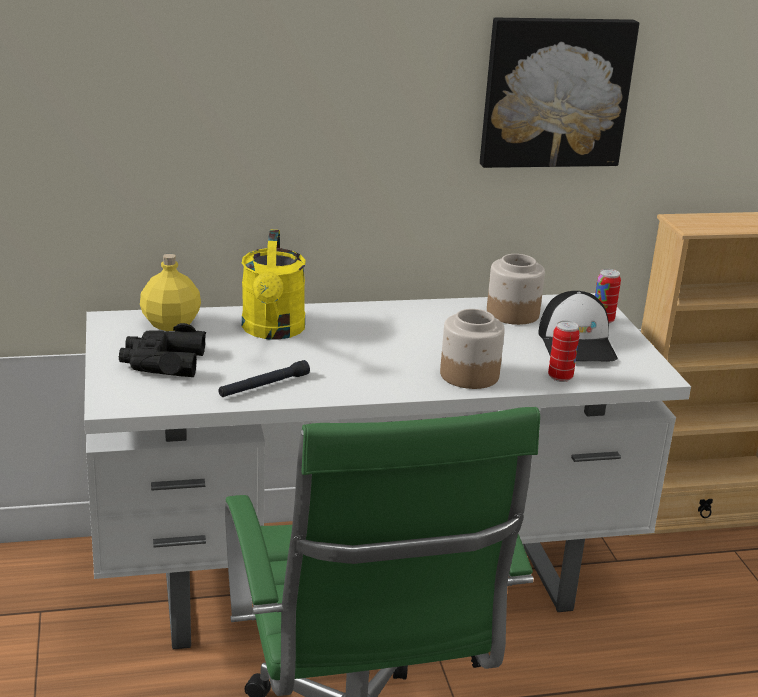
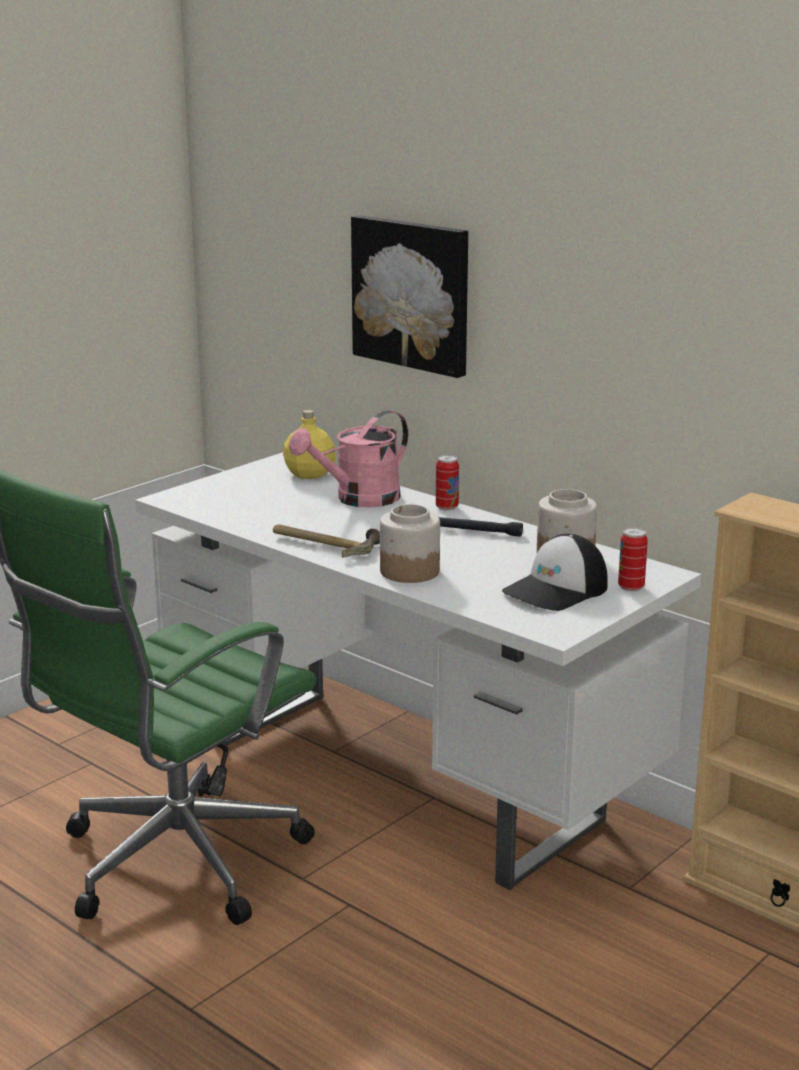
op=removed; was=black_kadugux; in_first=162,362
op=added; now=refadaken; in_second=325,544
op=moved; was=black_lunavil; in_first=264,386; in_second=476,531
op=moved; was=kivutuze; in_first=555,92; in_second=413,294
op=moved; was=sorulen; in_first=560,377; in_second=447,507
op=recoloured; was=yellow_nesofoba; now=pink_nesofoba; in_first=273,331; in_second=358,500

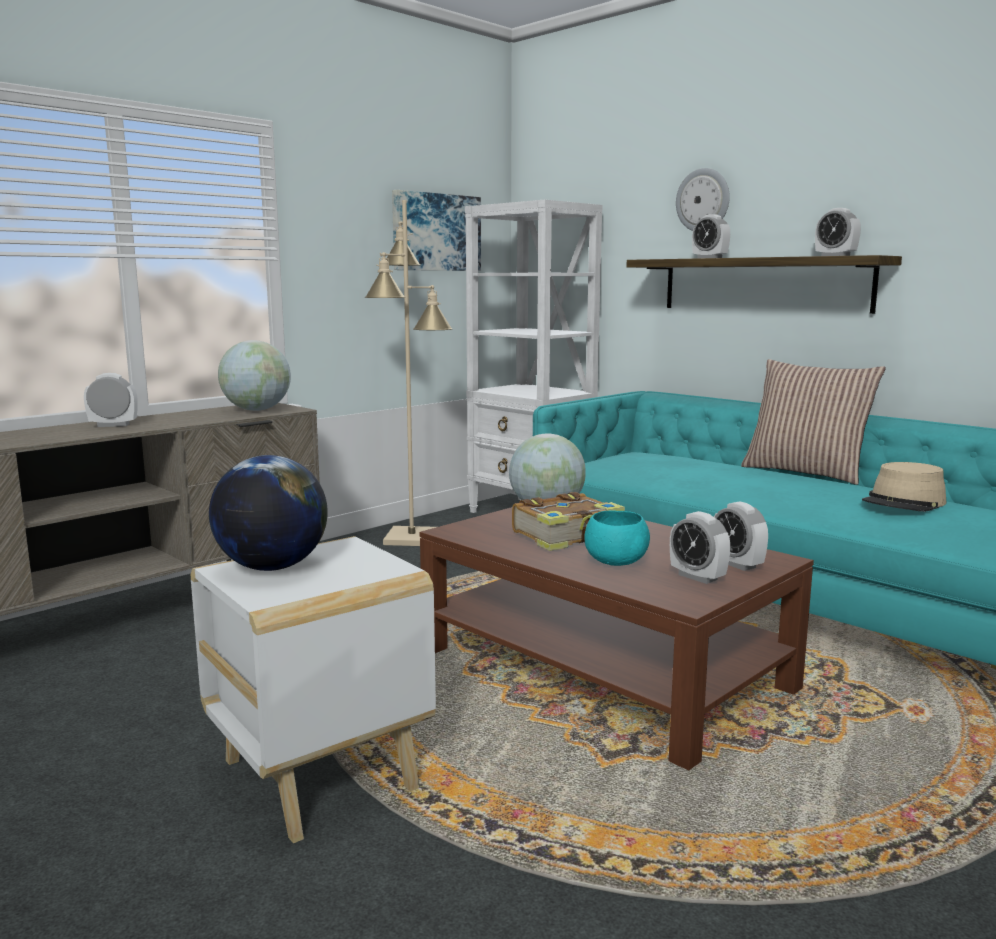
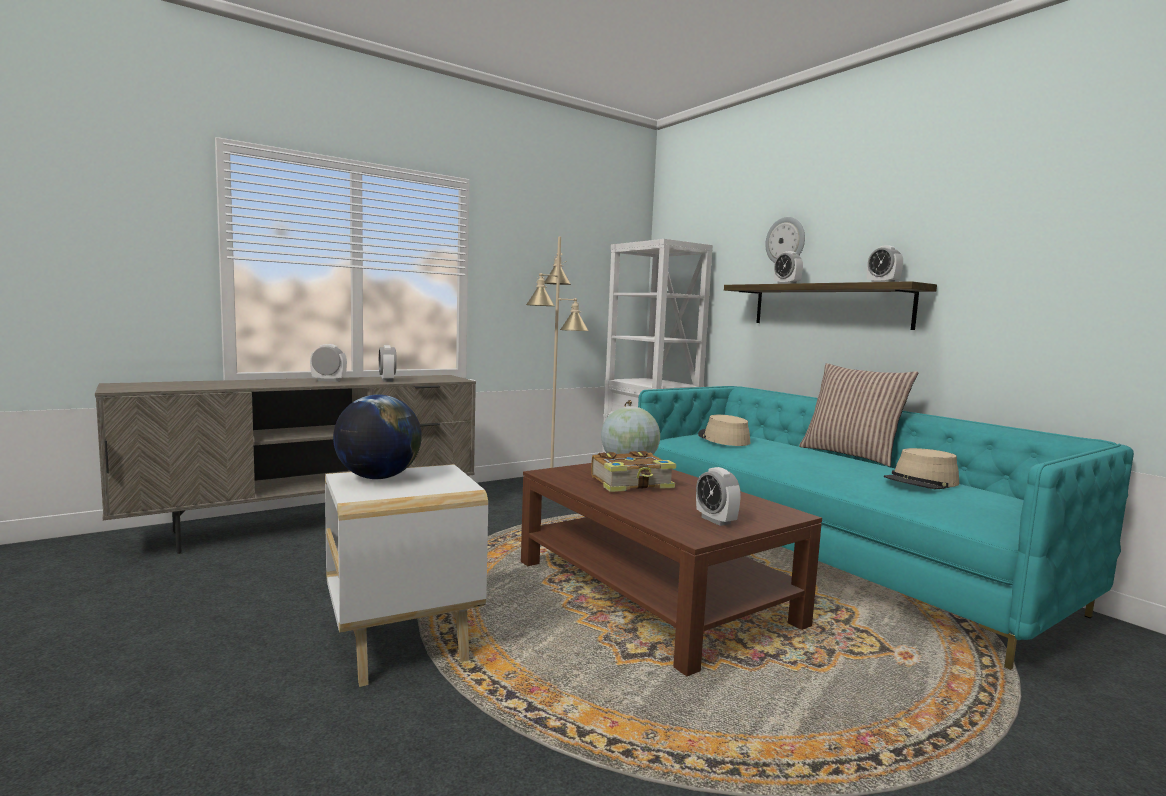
op=removed; was=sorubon; in_first=257,410
op=removed; was=kivutuze; in_first=436,232
op=removed; was=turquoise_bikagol; in_first=615,562
op=added; now=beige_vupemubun; in_second=723,439
op=moved; was=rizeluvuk; in_first=737,564; in_second=387,380

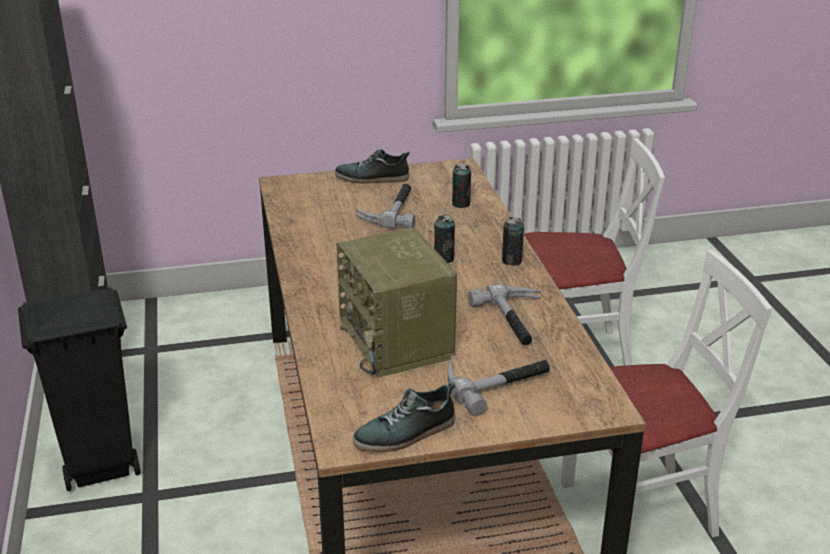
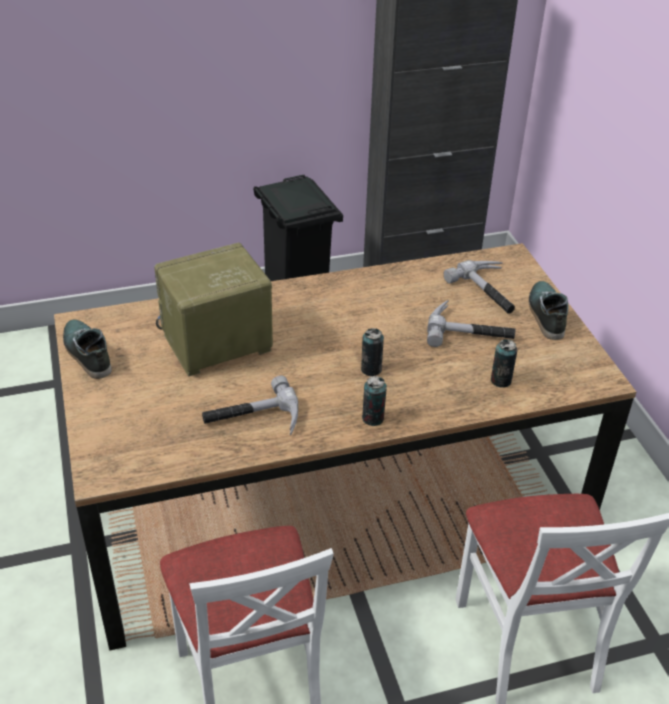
op=moved; was=refadaken; in_first=496,382; in_second=490,291

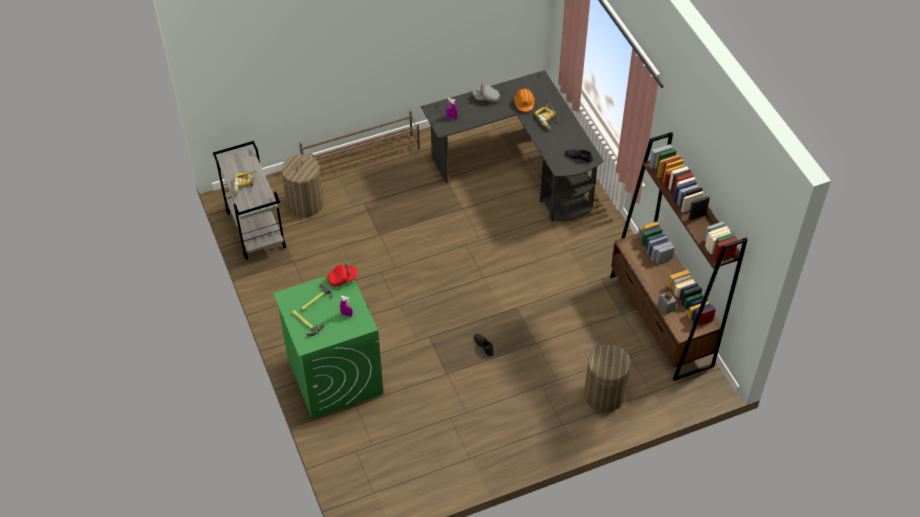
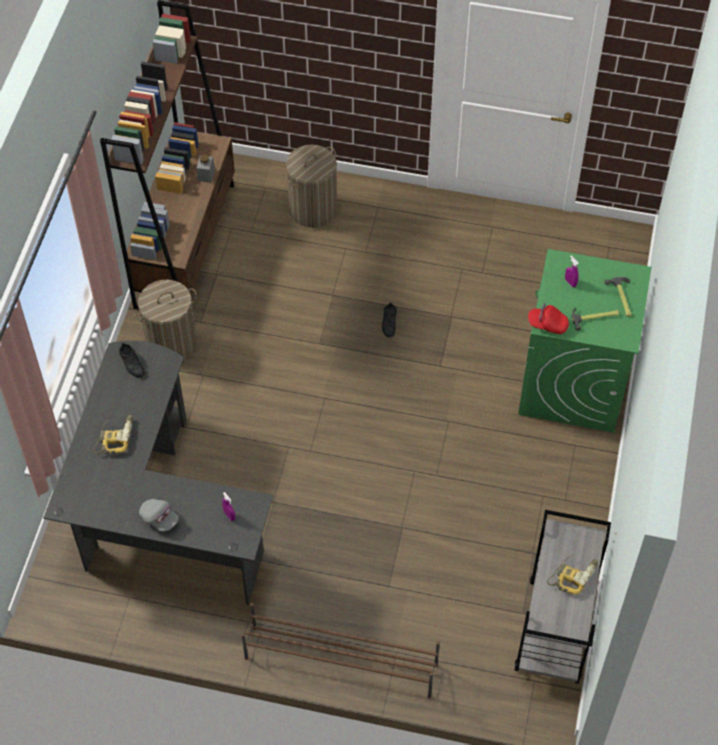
op=removed; was=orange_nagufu; in_first=524,103
op=moved; was=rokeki; in_first=305,204; in_second=172,344

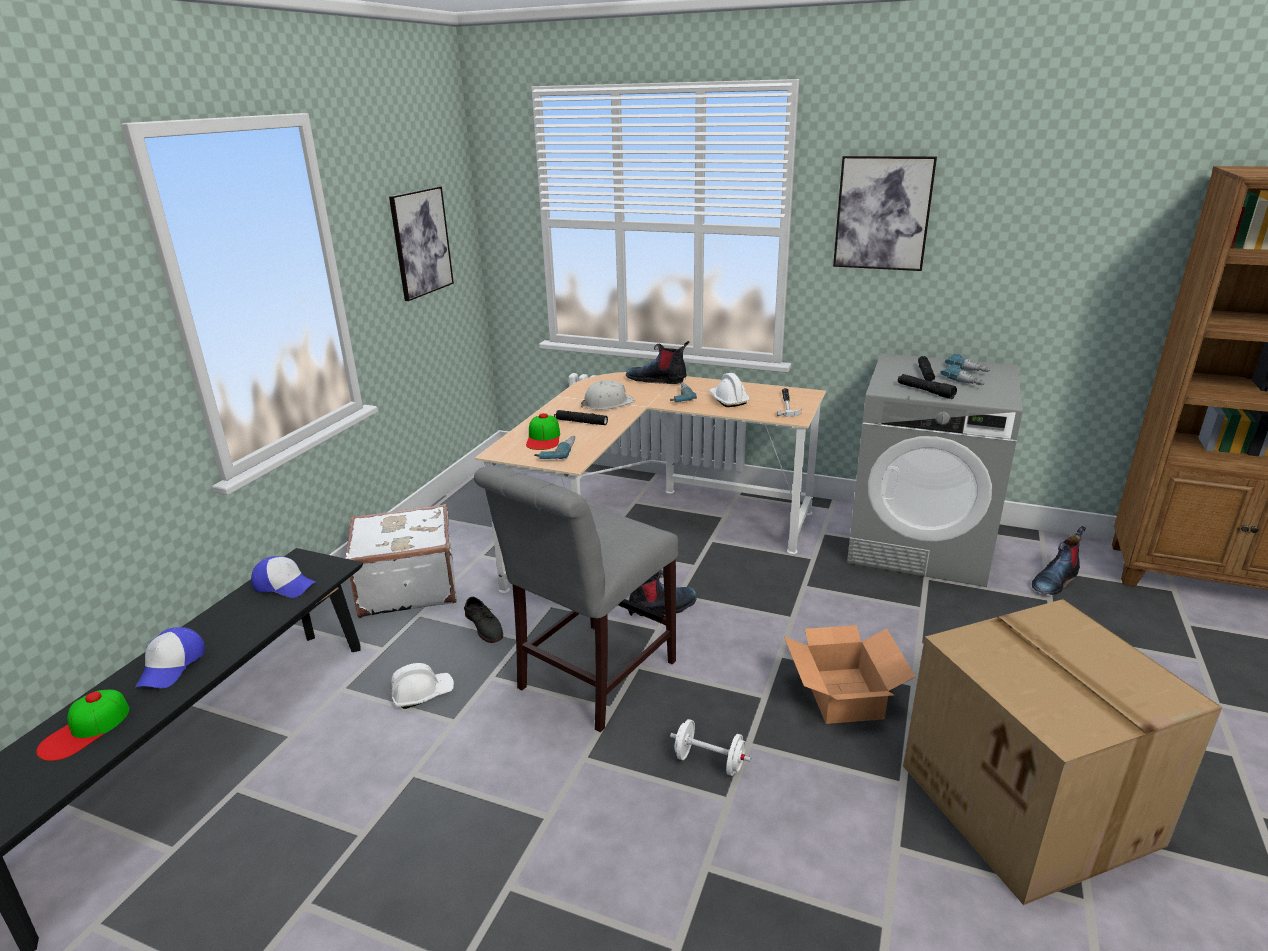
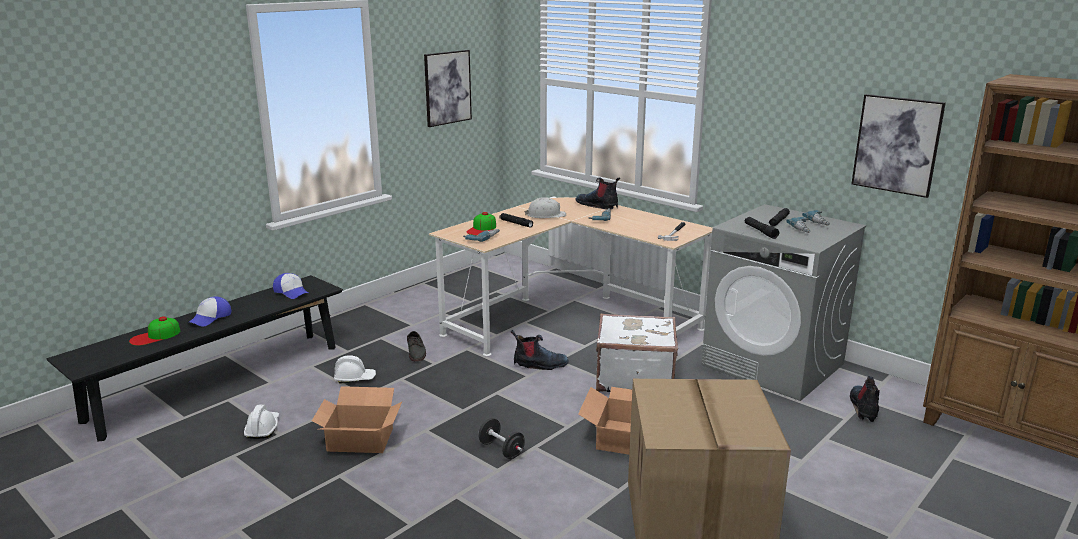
op=removed; was=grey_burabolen; in_first=590,679
op=added; now=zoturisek; in_second=359,439
op=moved; was=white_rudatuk; in_first=407,587; in_second=634,378
op=moved; was=white_nagufu; in_first=728,400; in_second=263,429
op=moved; was=kivutuze; in_first=883,213; in_second=897,145
op=recoloured; was=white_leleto; now=black_leleto; in_first=709,761; in_second=501,450
op=turned; was=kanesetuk; in_first=1054,580; in_second=864,408; clockwise=120

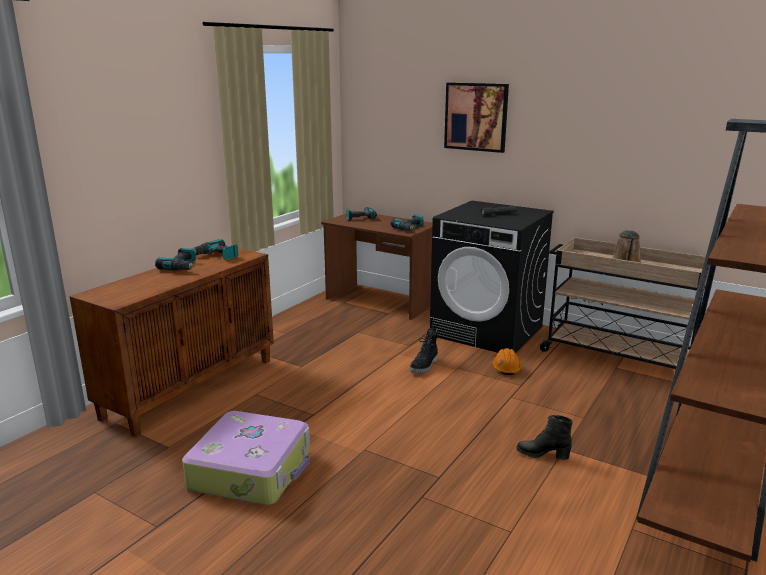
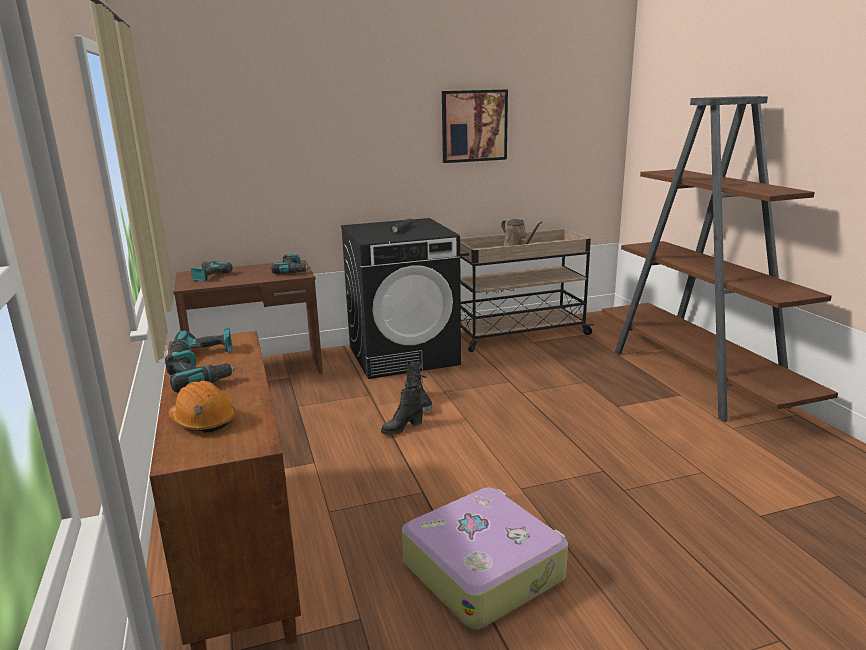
op=moved; was=kivutuze; in_first=476,117; in_second=474,126
op=moved; was=orange_nagufu; in_first=506,368; in_second=203,421
op=moved; was=black_kanesetuk; in_first=542,454; in_second=401,428

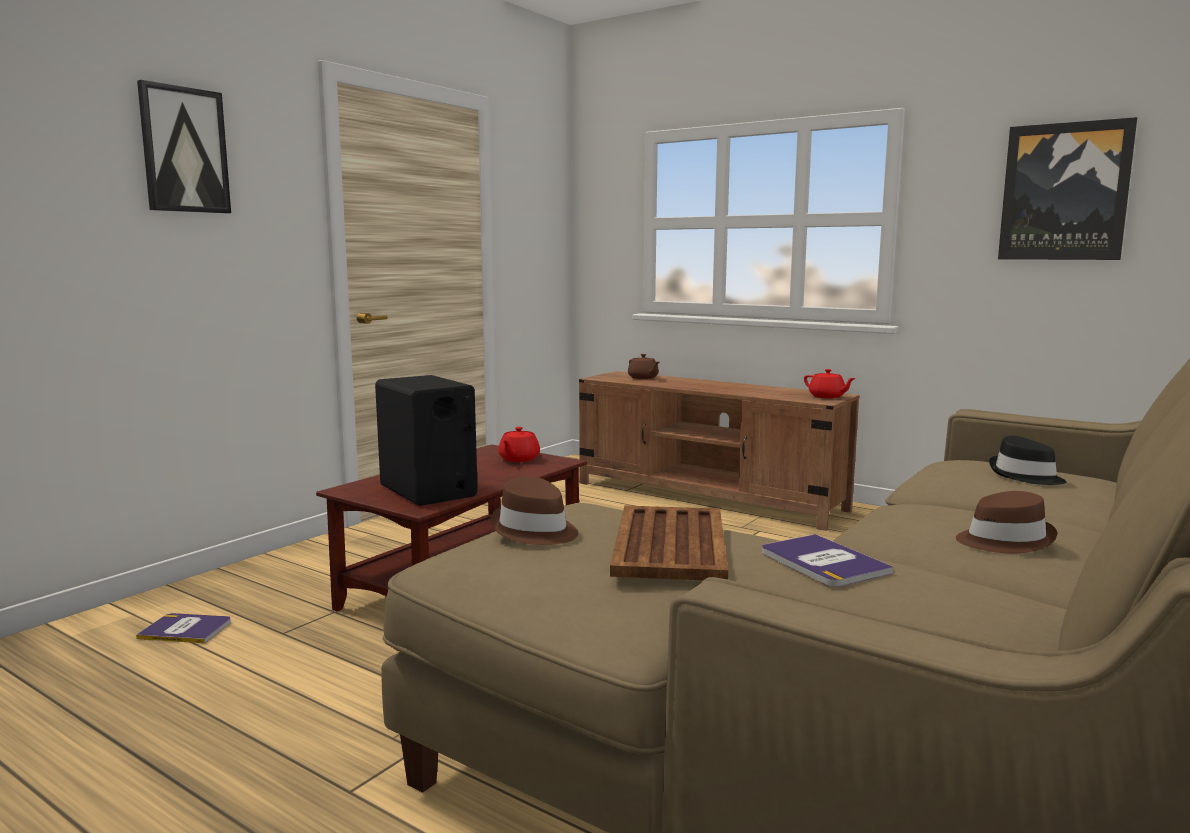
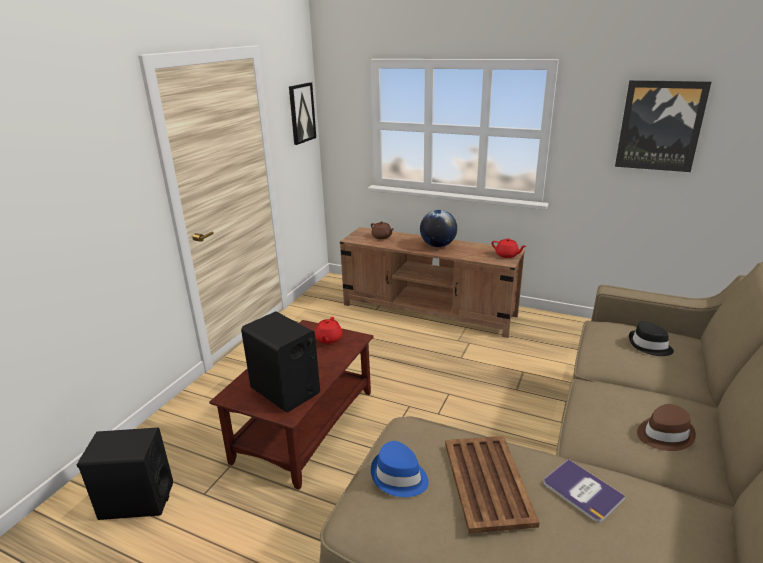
op=added; now=sorubon; in_second=438,246
op=moved; was=kivutuze; in_first=184,150; in_second=301,113
op=replaced; was=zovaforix; now=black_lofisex; in_first=186,629; in_second=136,501
op=recoloured; was=brown_vupemubun; now=blue_vupemubun; in_first=534,530; in_second=399,477

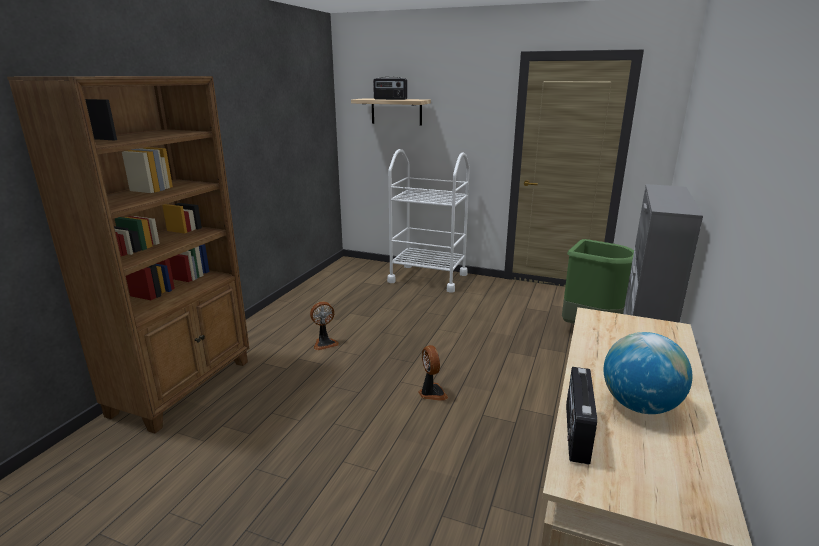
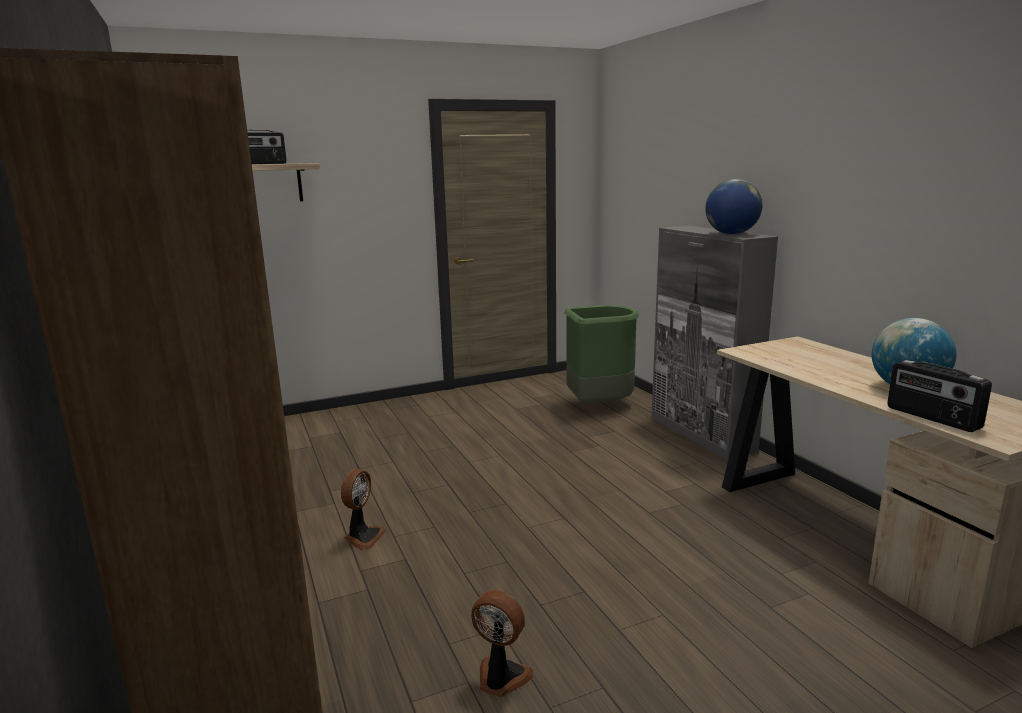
op=removed; was=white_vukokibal; in_first=428,278
op=added; now=sorubon; in_second=731,234
op=moved; was=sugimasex; in_first=431,393; in_second=501,678

